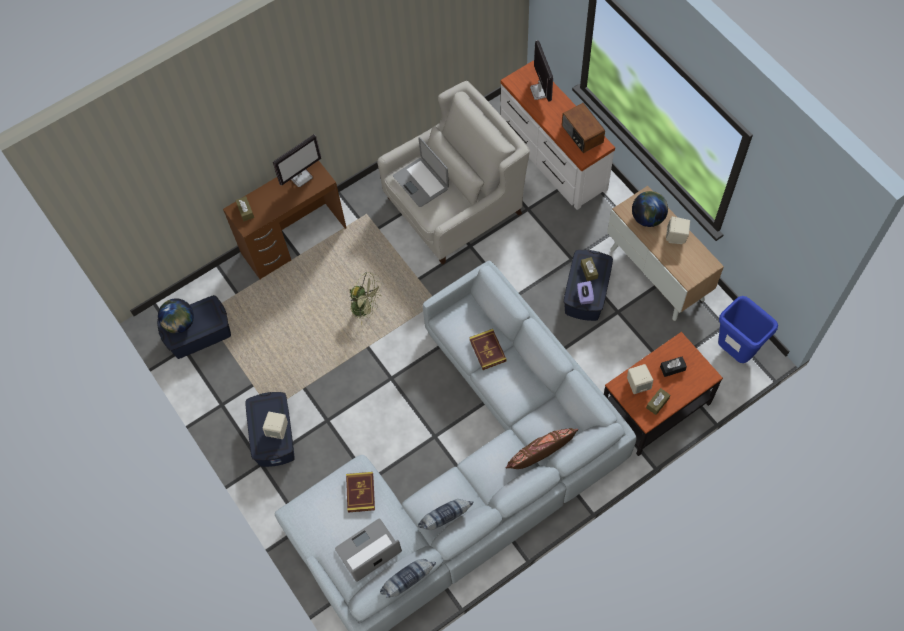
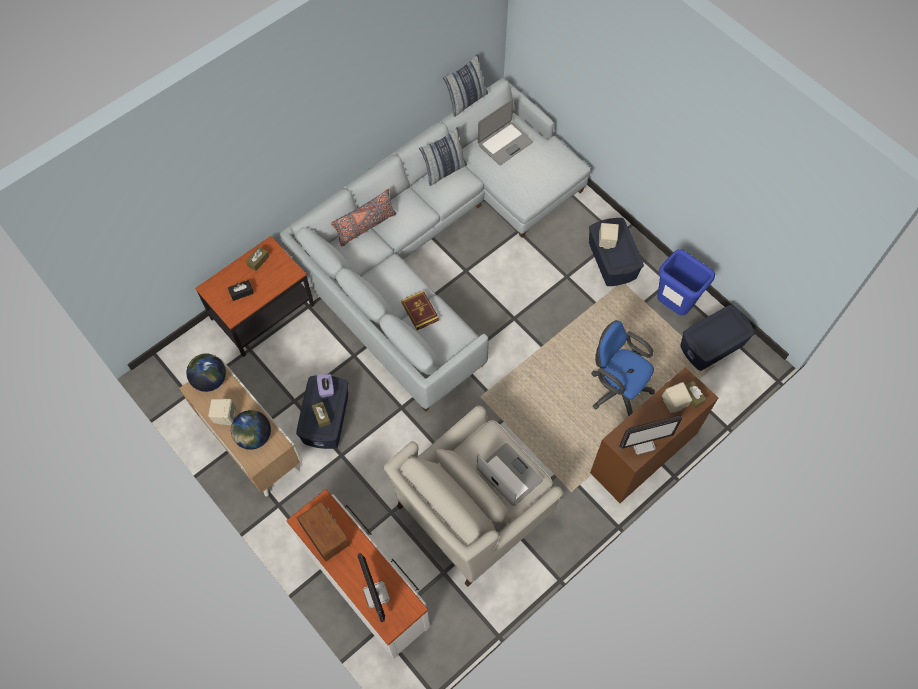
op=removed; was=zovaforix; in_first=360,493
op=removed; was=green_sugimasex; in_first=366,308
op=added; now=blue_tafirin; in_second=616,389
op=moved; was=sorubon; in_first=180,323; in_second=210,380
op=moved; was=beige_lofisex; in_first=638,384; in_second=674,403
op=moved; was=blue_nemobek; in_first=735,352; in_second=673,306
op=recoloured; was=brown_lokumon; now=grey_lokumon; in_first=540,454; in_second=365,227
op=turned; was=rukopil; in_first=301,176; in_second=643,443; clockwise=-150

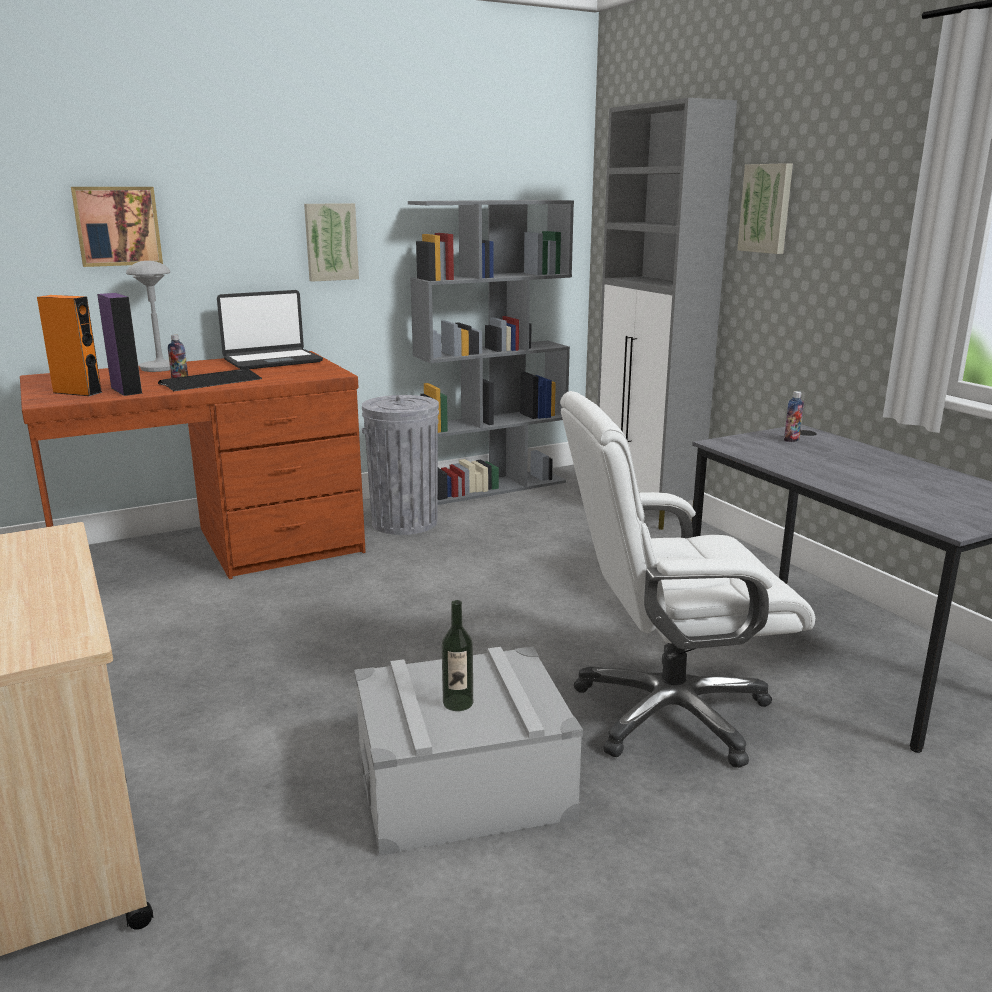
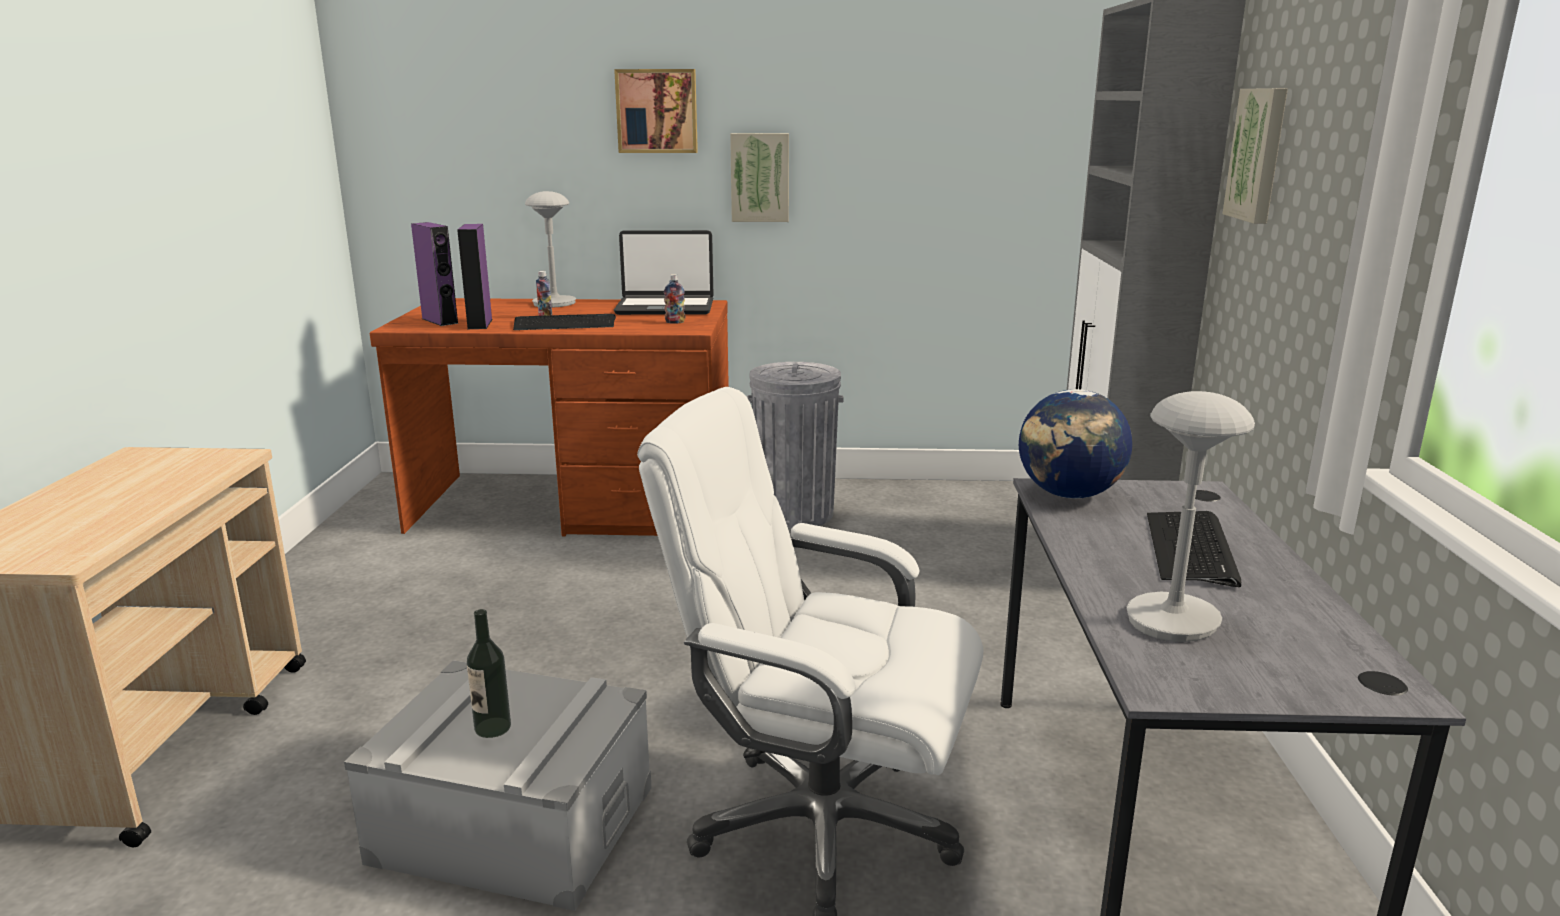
op=removed; was=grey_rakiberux; in_first=493,487
op=added; now=sorubon; in_second=1069,495
op=added; now=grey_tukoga; in_second=1172,620
op=added; now=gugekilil; in_second=1191,549
op=moved; was=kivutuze; in_first=117,226; in_second=657,111
op=moved; was=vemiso; in_first=791,440; in_second=675,322
op=recoloured; was=orange_lofisex; now=purple_lofisex; in_first=77,392; in_second=440,321

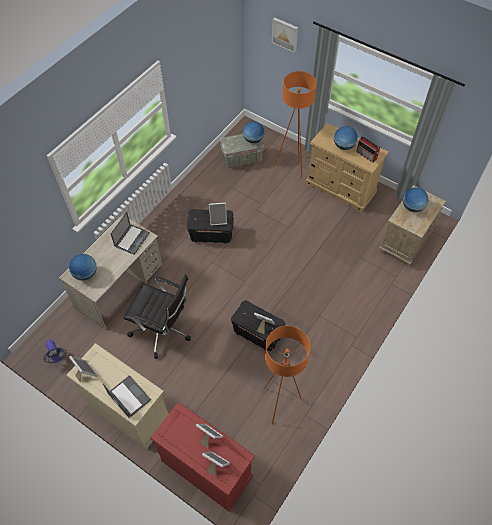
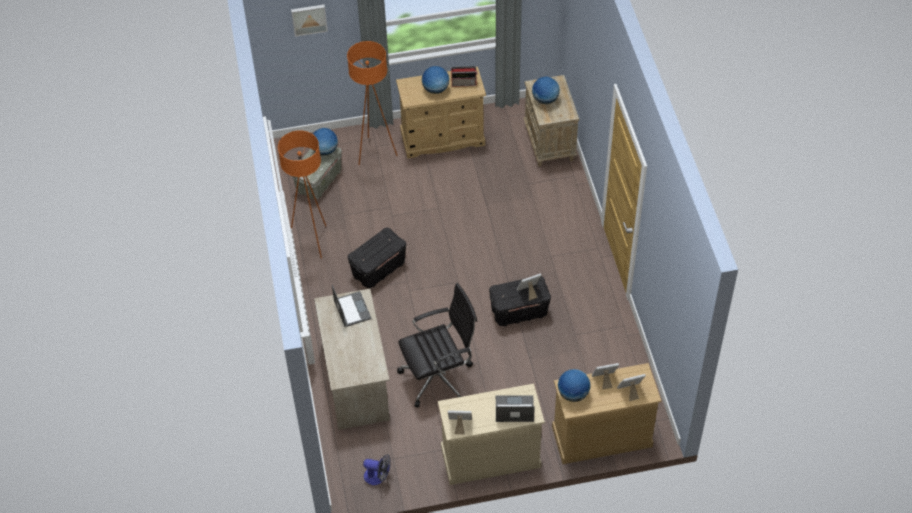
op=removed; was=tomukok; in_first=218,220
op=moved; was=sorubon; in_first=86,274; in_second=573,394
op=moved; was=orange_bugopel; in_first=279,403; in_second=312,241
op=recoloured; was=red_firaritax; now=beige_firaritax; in_first=206,468; in_second=601,436

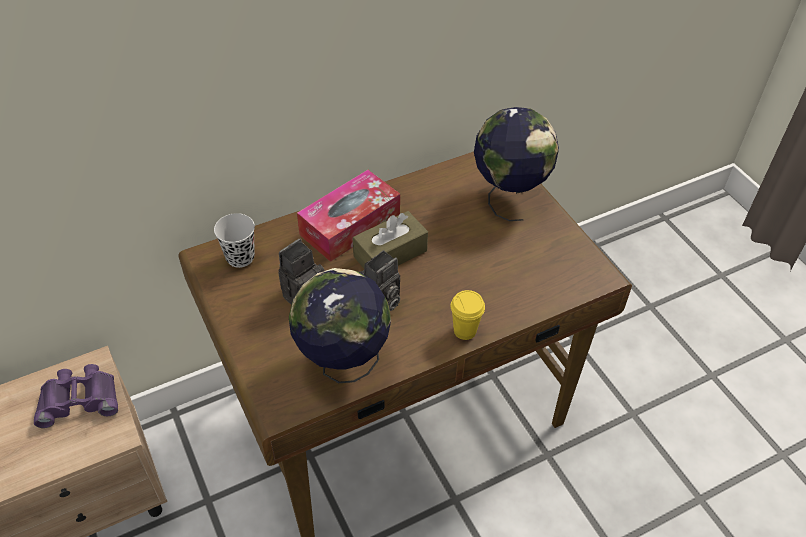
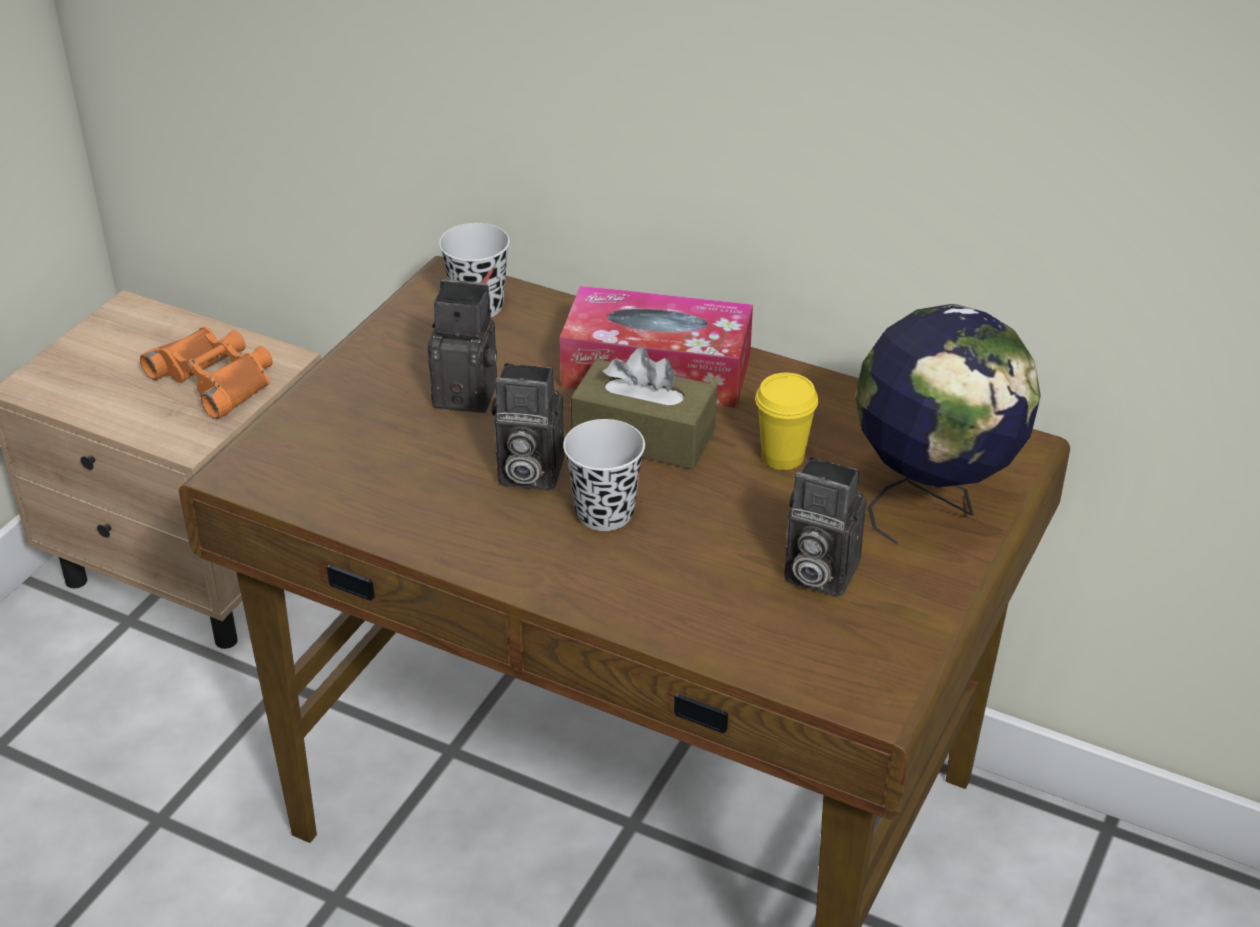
op=removed; was=sorubon; in_first=343,363
op=added; now=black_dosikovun; in_second=604,513
op=added; now=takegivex; in_second=816,573
op=moved; was=yellow_dosikovun; in_first=465,331; in_second=782,457
op=recoloured; was=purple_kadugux; now=orange_kadugux; in_first=79,399; in_second=216,379

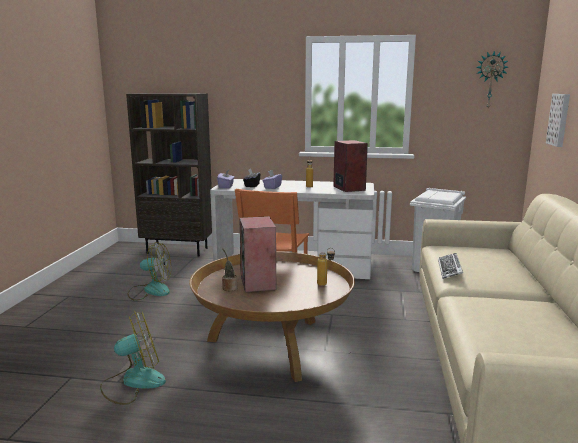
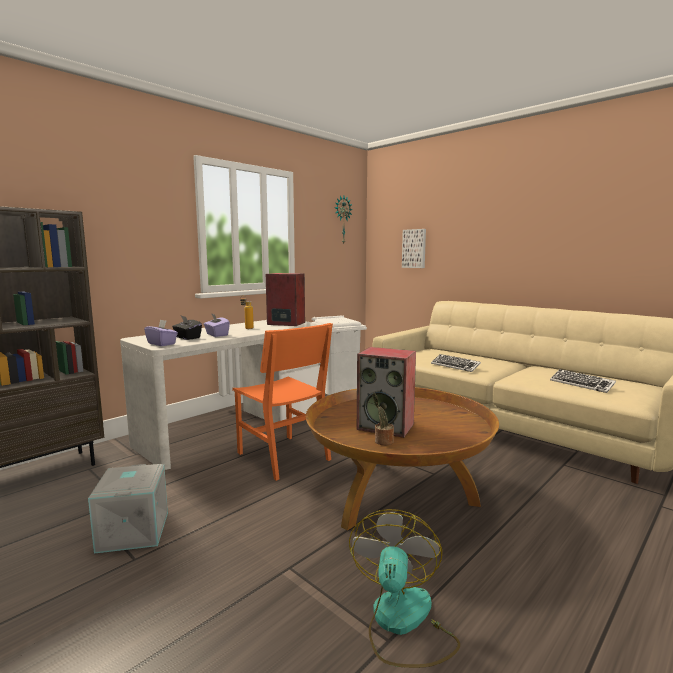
op=removed; was=vemiso; in_first=325,285
op=added; now=gugekilil; in_second=581,384
op=replaced; was=sugimasex; now=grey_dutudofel; in_first=150,290; in_second=132,531

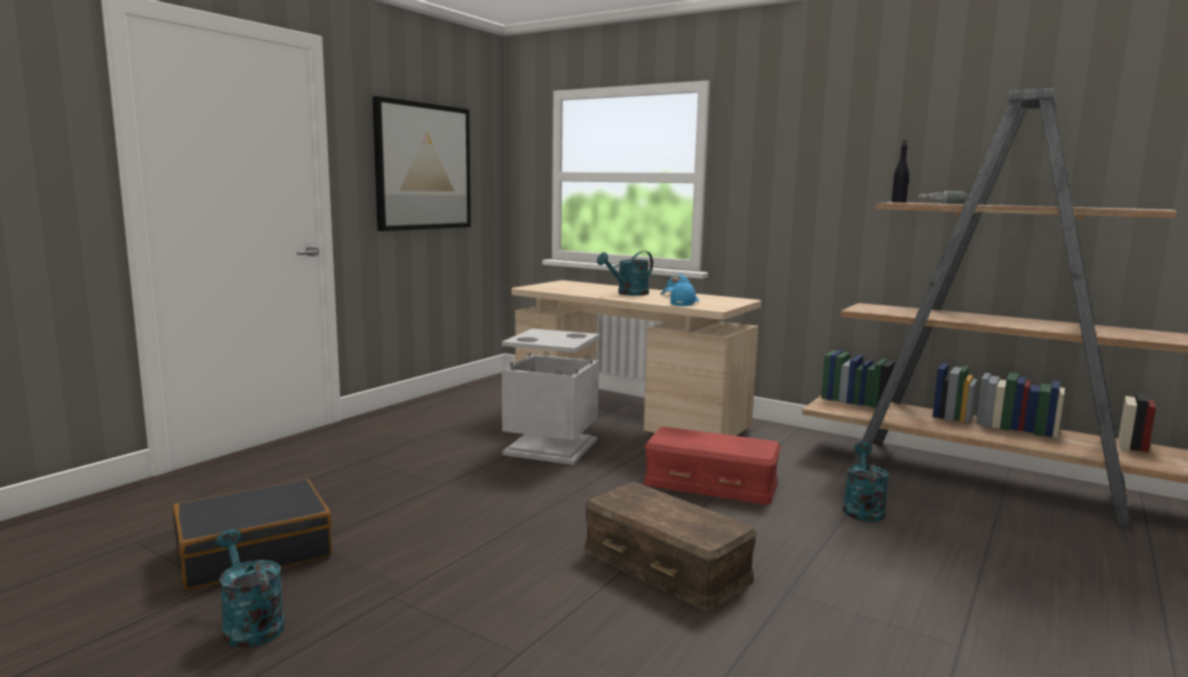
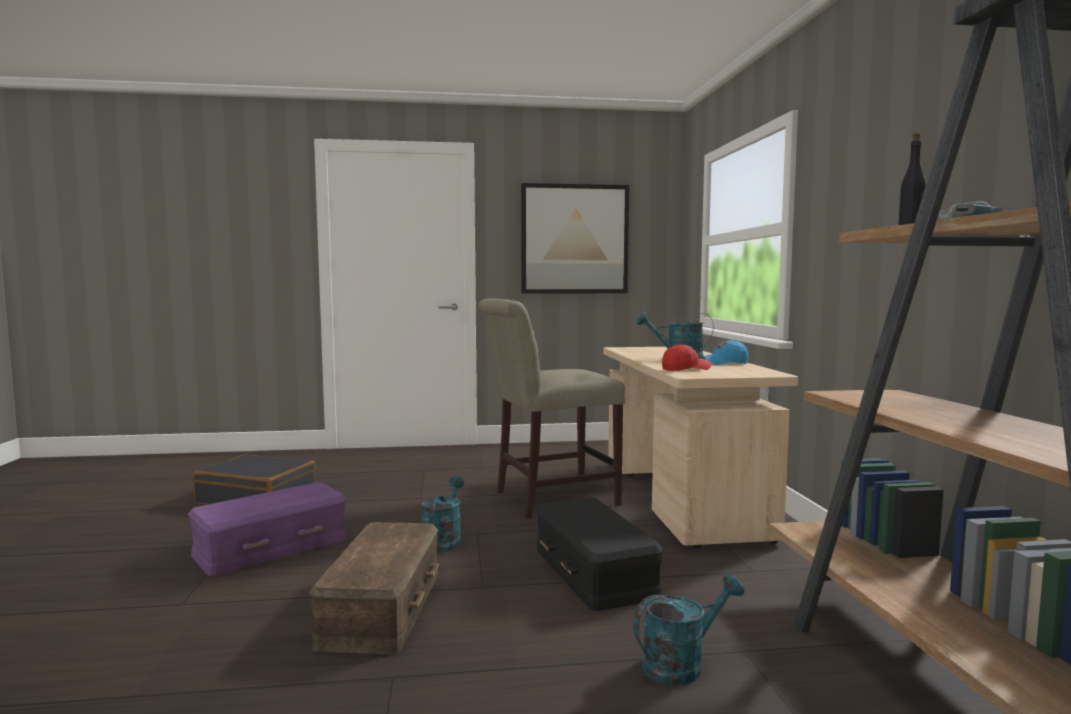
op=added; now=purple_dutudofel; in_second=271,545
op=moved; was=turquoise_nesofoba; in_first=250,624; in_second=443,540
op=replaced; was=grey_nemobek; now=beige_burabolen; in_first=550,447; in_second=549,499
op=recoloured; was=red_dutudofel; now=black_dutudofel; in_first=710,484; in_second=592,571
op=recoloured; was=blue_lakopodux; now=red_lakopodux; in_first=684,303; in_second=686,369

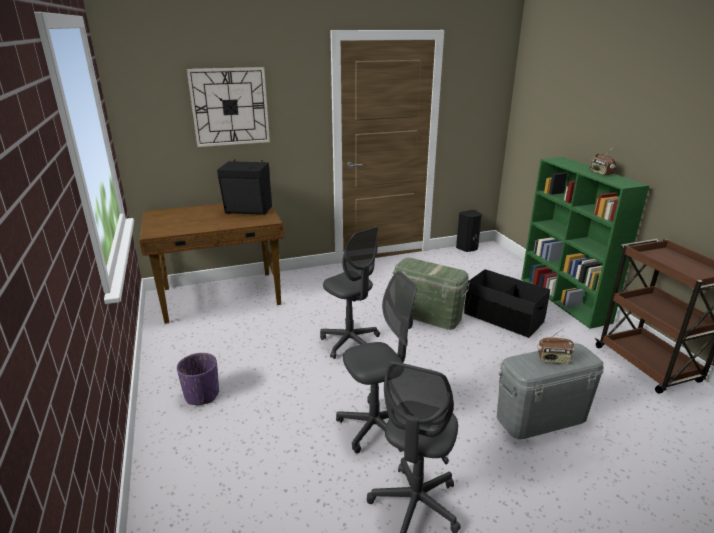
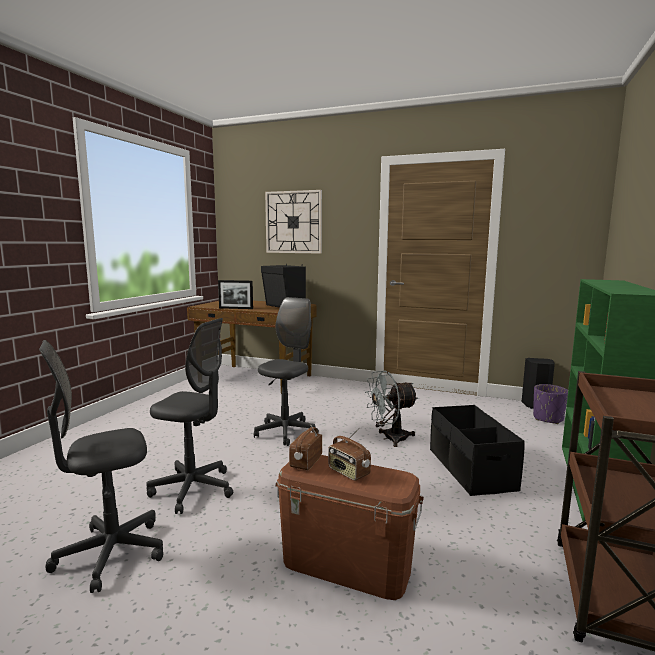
op=added; now=tomukok; in_second=236,308
op=moved; was=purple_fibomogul; in_first=202,395; in_second=548,419
op=moved; was=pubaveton; in_first=600,173; in_second=305,462
op=replaced; was=green_dutudofel; now=grey_sugimasex; in_first=428,315; in_second=390,438
op=recoloured; was=grey_dutudofel; now=brown_dutudofel; in_first=541,417; in_second=347,564
op=turned; was=grey_tafirin; in_first=350,343; in_second=285,432; clockwise=-150

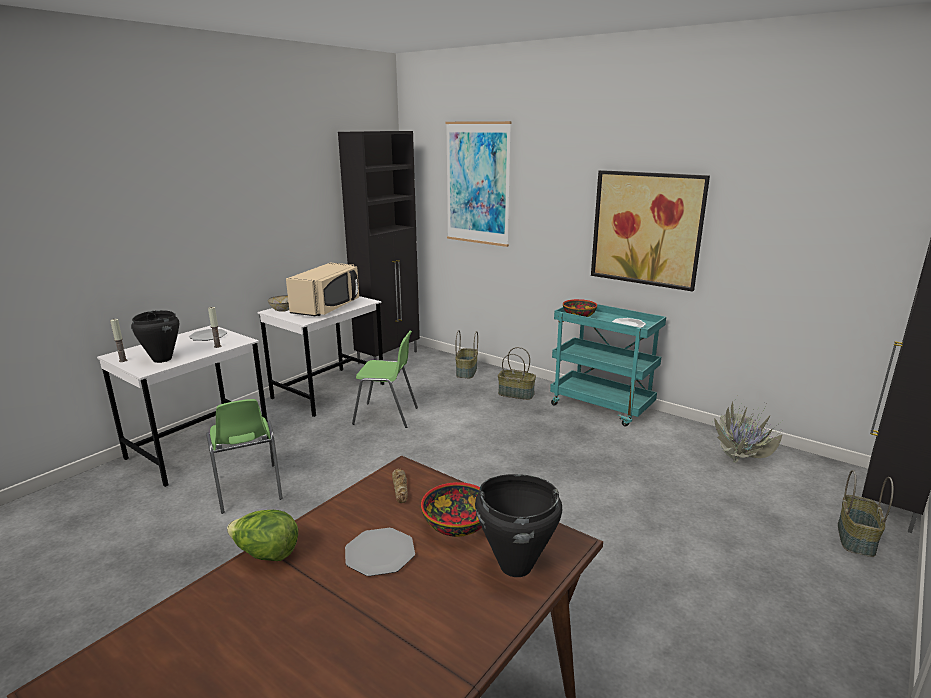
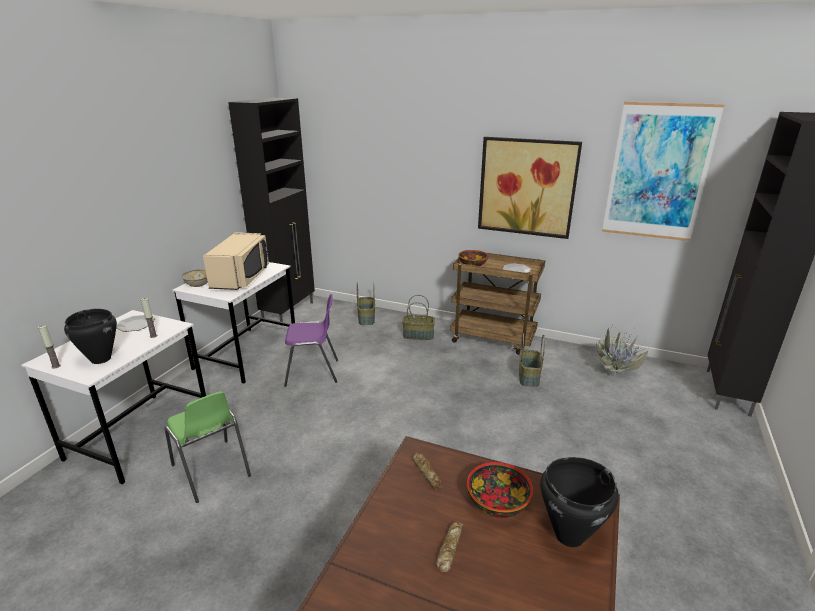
op=removed; was=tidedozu; in_first=266,554
op=moved; was=kivutuze; in_first=477,183; in_second=658,172
op=moved; was=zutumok; in_first=857,539; in_second=529,377
op=replaced; was=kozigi; now=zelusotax; in_first=380,553; in_second=449,548
op=recoloured; was=green_burabolen; now=purple_burabolen; in_first=386,416; in_second=313,373
op=recoloured; was=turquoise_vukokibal; now=brown_vukokibal; in_first=602,407; in_second=493,339

